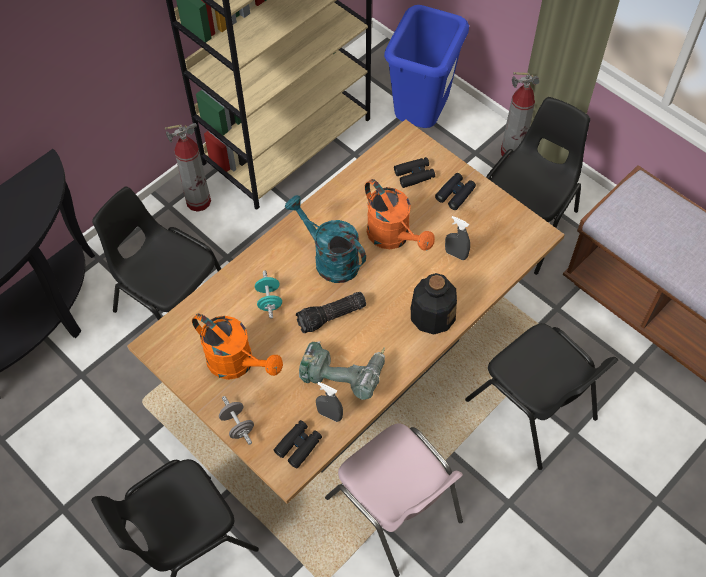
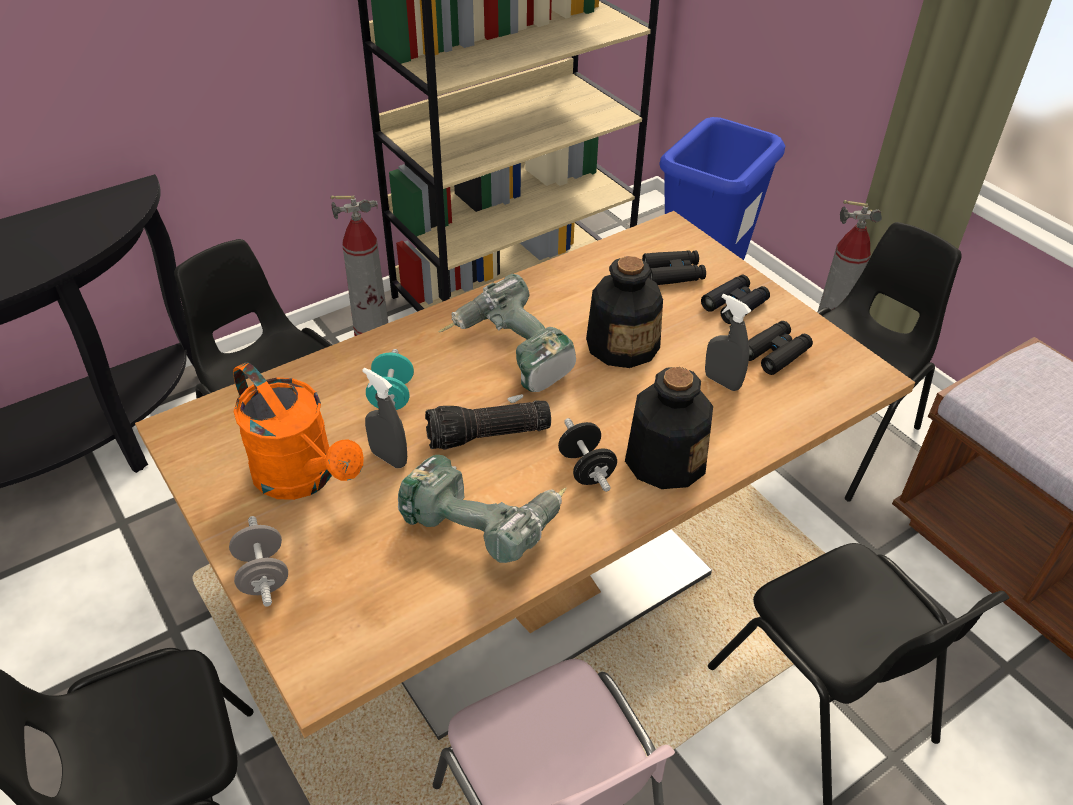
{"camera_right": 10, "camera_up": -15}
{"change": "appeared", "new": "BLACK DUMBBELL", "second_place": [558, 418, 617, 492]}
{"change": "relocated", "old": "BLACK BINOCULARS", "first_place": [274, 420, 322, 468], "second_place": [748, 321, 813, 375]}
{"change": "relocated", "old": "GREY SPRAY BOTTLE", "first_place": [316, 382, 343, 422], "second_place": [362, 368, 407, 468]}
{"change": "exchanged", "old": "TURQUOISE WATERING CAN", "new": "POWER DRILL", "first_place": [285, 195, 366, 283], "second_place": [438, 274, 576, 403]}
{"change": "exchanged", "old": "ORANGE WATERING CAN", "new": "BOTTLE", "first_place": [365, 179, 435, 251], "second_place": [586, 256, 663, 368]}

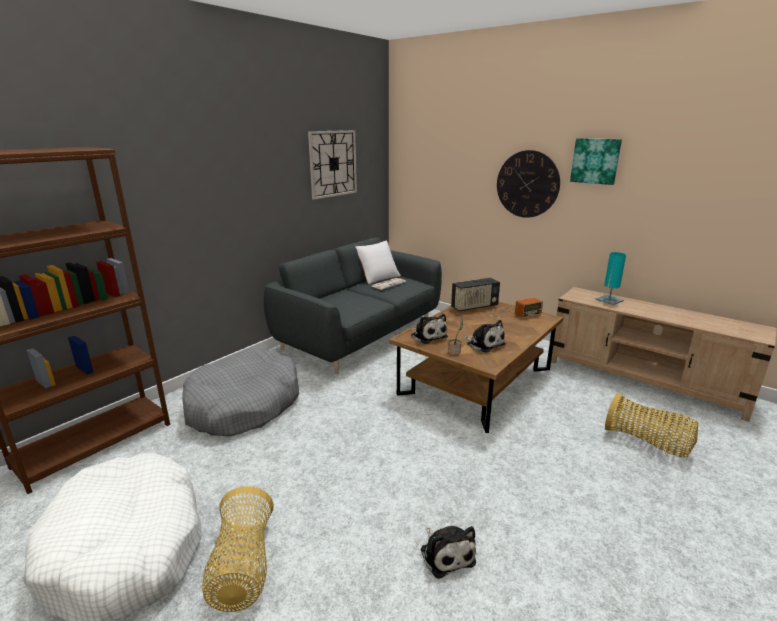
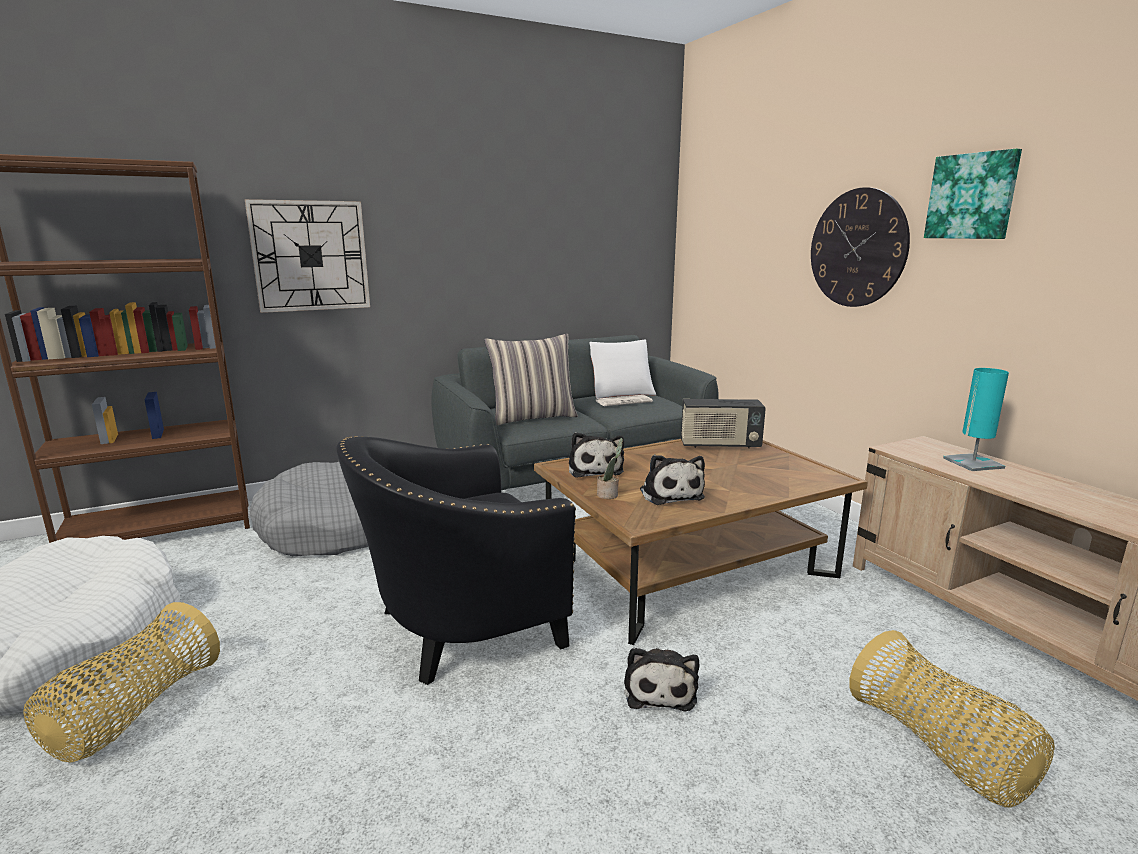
{"camera_right": 25, "camera_up": -5}
{"change": "missing", "old": "RADIO", "first_place": [488, 298, 543, 318]}
{"change": "appeared", "new": "BLACK ARMCHAIR", "second_place": [336, 436, 576, 685]}
{"change": "appeared", "new": "PILLOW", "second_place": [484, 334, 578, 425]}
{"change": "relocated", "old": "WALL CLOCK", "first_place": [308, 130, 357, 200], "second_place": [245, 199, 370, 313]}
{"change": "relocated", "old": "PLUSH TOY", "first_place": [421, 526, 476, 579], "second_place": [624, 647, 699, 712]}

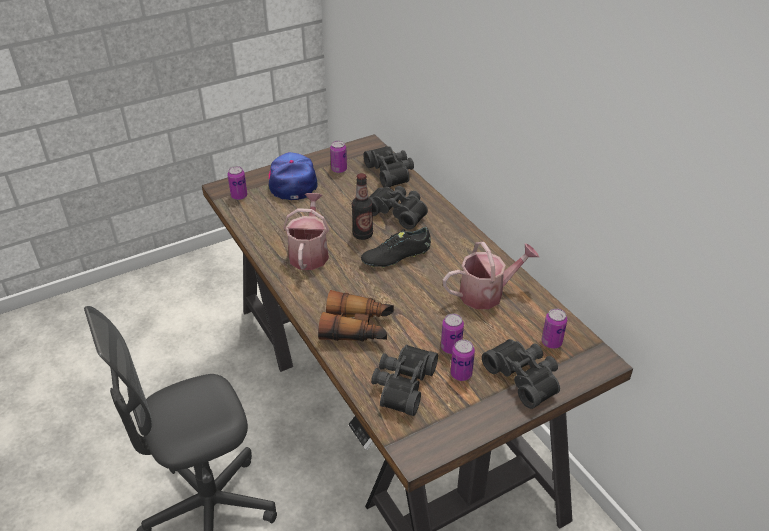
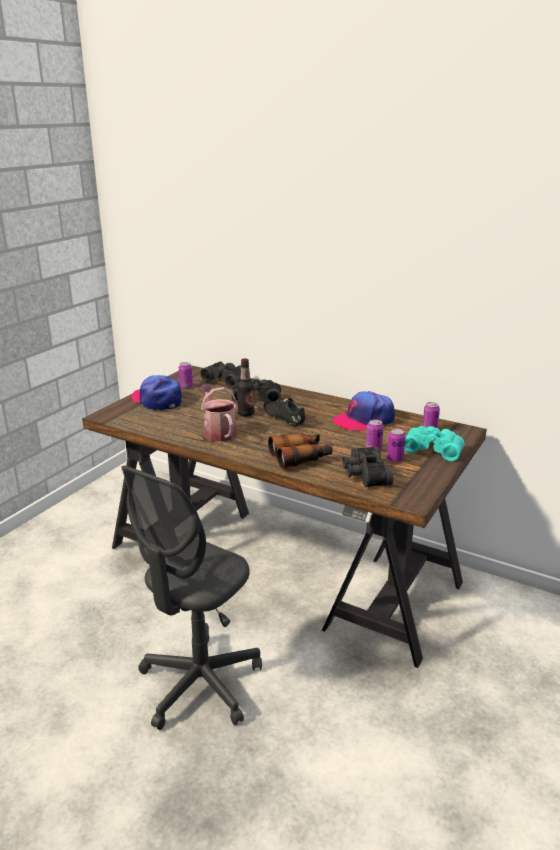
{"camera_right": -30, "camera_up": -15}
{"change": "missing", "old": "CAN", "first_place": [227, 166, 247, 200]}
{"change": "exchanged", "old": "WATERING CAN", "new": "CAP", "first_place": [443, 242, 539, 309], "second_place": [332, 391, 395, 431]}
{"change": "colour", "old": "BLACK BINOCULARS", "new": "TURQUOISE BINOCULARS", "first_place": [482, 339, 560, 409], "second_place": [404, 426, 464, 461]}
{"change": "spun", "old": "BLACK SHOE", "first_place": [361, 227, 431, 268], "second_place": [264, 398, 305, 427], "degrees": 105}

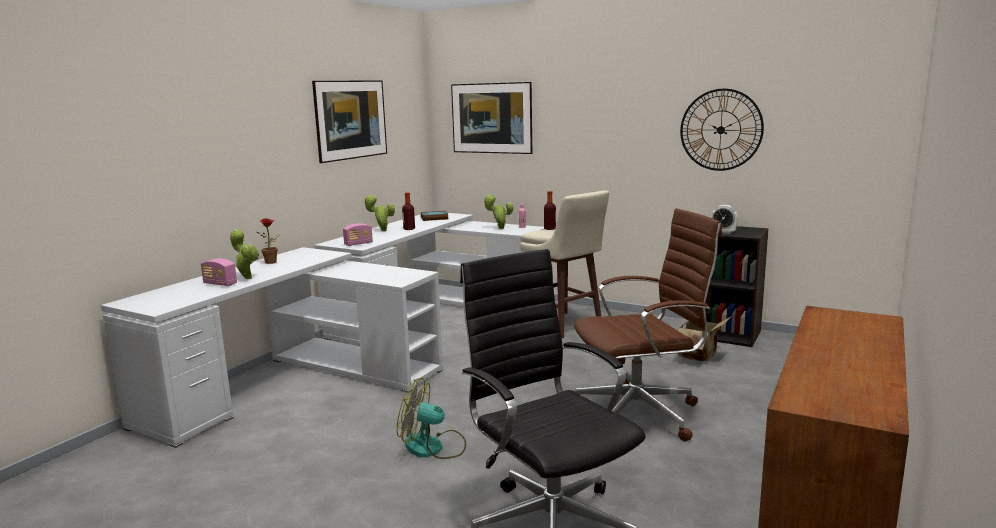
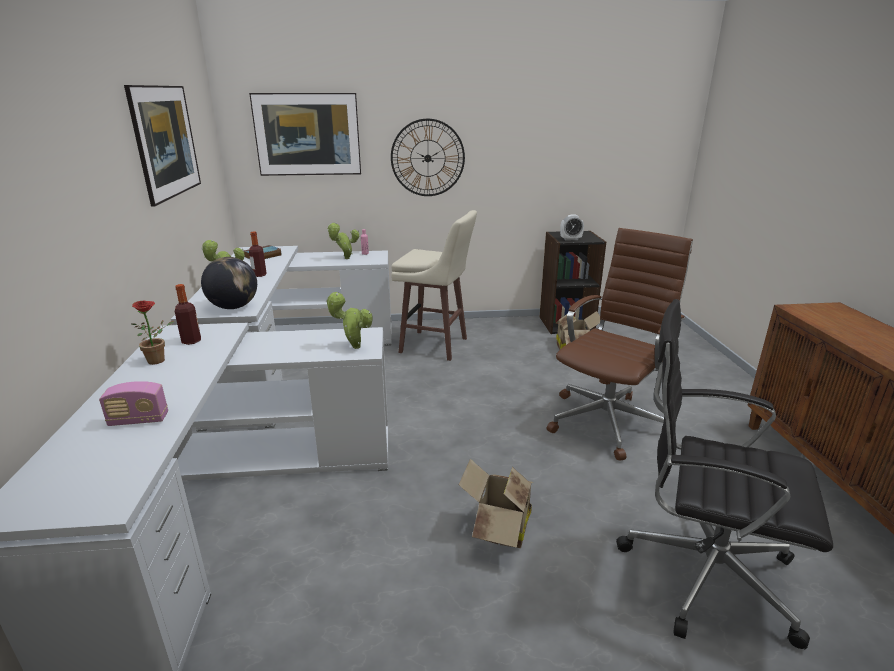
{"camera_right": -35, "camera_up": 10}
{"change": "relocated", "old": "POTTED PLANT", "first_place": [230, 229, 259, 279], "second_place": [326, 292, 373, 349]}
{"change": "relocated", "old": "BOTTLE", "first_place": [544, 191, 556, 230], "second_place": [175, 284, 201, 345]}
{"change": "relocated", "old": "WALL CLOCK", "first_place": [680, 88, 764, 171], "second_place": [391, 118, 465, 196]}
{"change": "exchanged", "old": "RADIO", "new": "GLOBE", "first_place": [343, 223, 373, 246], "second_place": [201, 257, 257, 309]}
{"change": "exchanged", "old": "FAN", "new": "CARDBOARD BOX", "first_place": [397, 378, 466, 459], "second_place": [459, 459, 533, 548]}

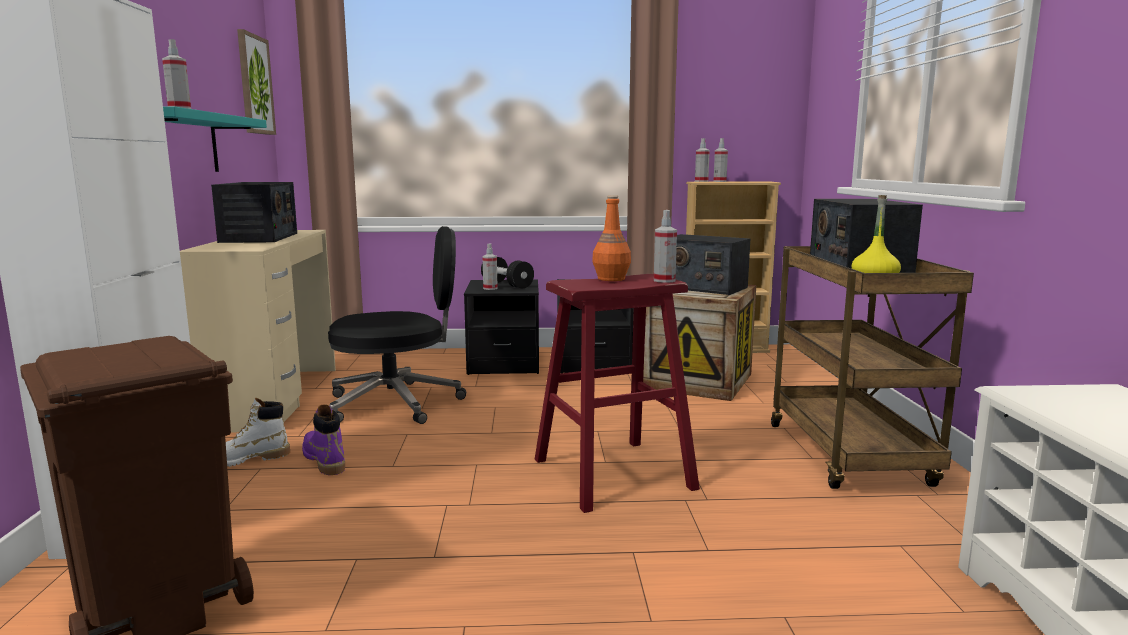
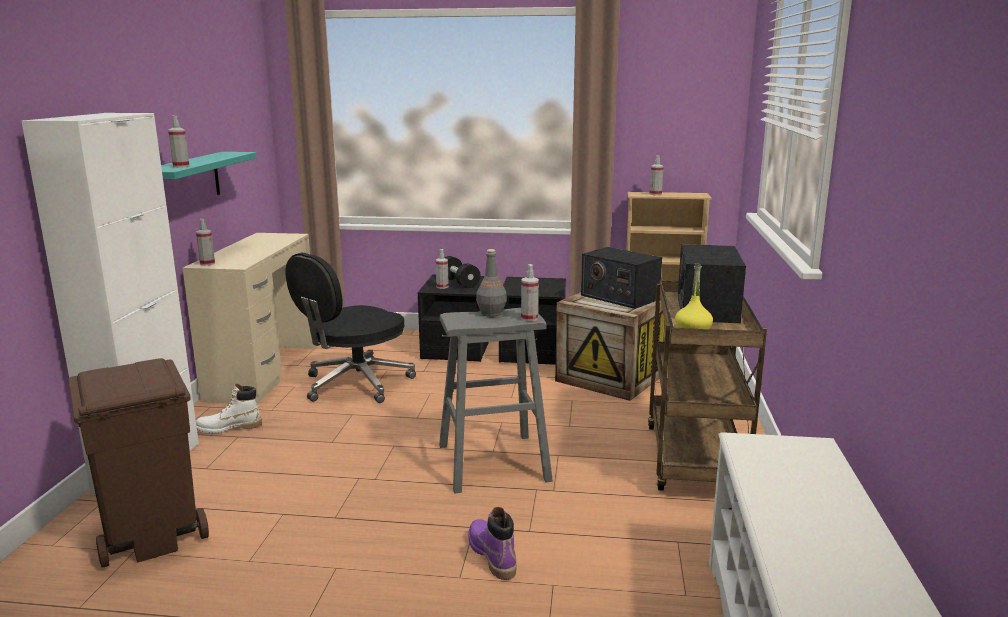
{"camera_right": 10, "camera_up": 5}
{"change": "missing", "old": "RADIO", "first_place": [211, 182, 297, 243]}
{"change": "missing", "old": "PICTURE", "first_place": [237, 29, 276, 135]}
{"change": "relocated", "old": "PURPLE BOOT", "first_place": [302, 404, 345, 475], "second_place": [468, 507, 517, 580]}
{"change": "relocated", "old": "SPRAY BOTTLE", "first_place": [695, 138, 710, 182], "second_place": [196, 219, 215, 266]}
{"change": "colour", "old": "RED STOOL", "new": "GREY STOOL", "first_place": [535, 274, 700, 513], "second_place": [439, 308, 553, 493]}
{"change": "colour", "old": "ORANGE BOTTLE", "new": "GREY BOTTLE", "first_place": [592, 195, 631, 281], "second_place": [476, 249, 507, 317]}
{"change": "spun", "old": "BLACK OFFICE CHAIR", "first_place": [328, 226, 466, 424], "second_place": [285, 253, 416, 403], "degrees": 135}

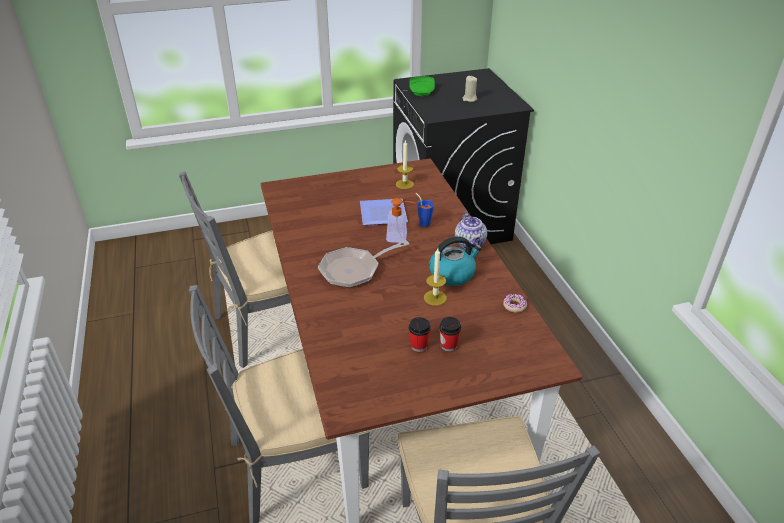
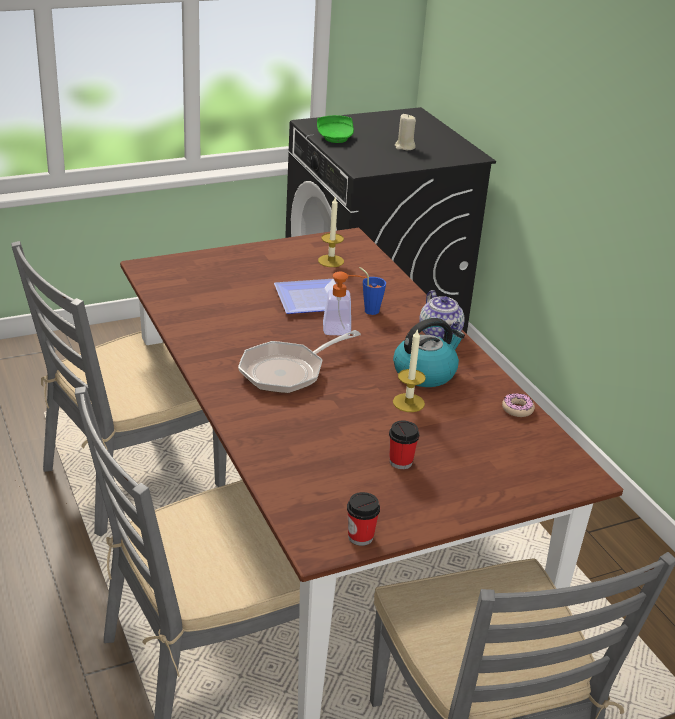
{"camera_right": -10, "camera_up": -5}
{"change": "relocated", "old": "CUP", "first_place": [439, 317, 461, 352], "second_place": [347, 492, 380, 546]}

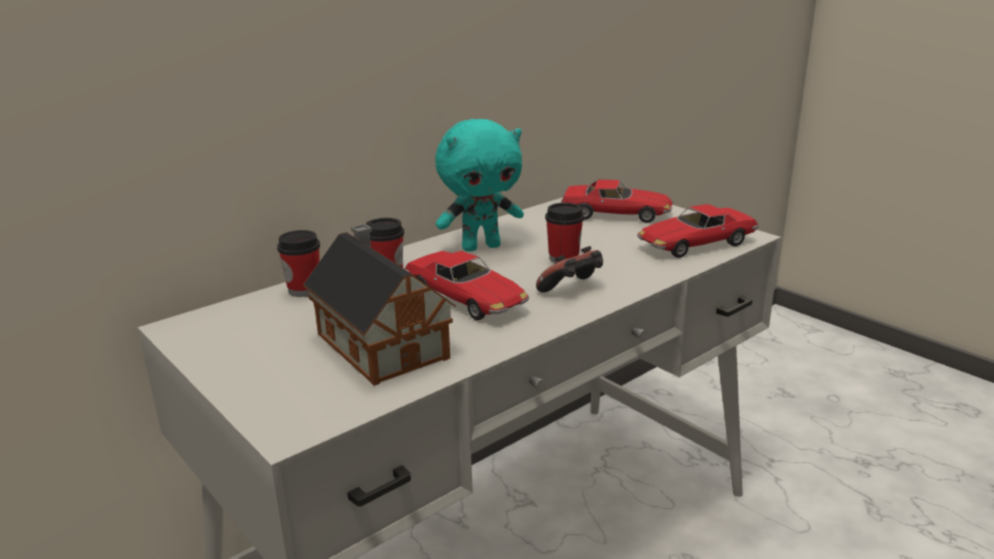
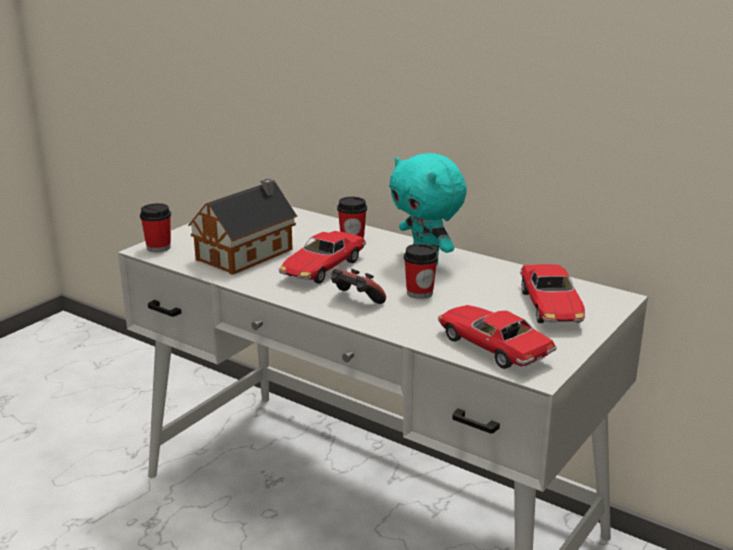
{"camera_right": 75, "camera_up": 0}
{"change": "relocated", "old": "CUP", "first_place": [277, 230, 320, 297], "second_place": [140, 203, 171, 252]}

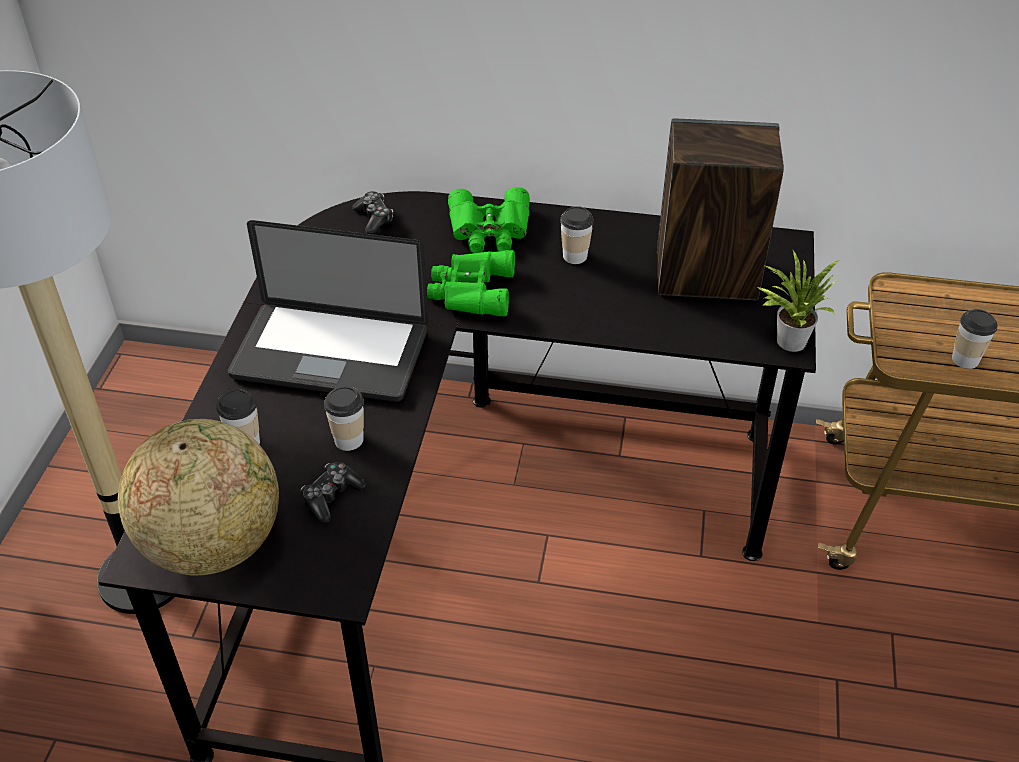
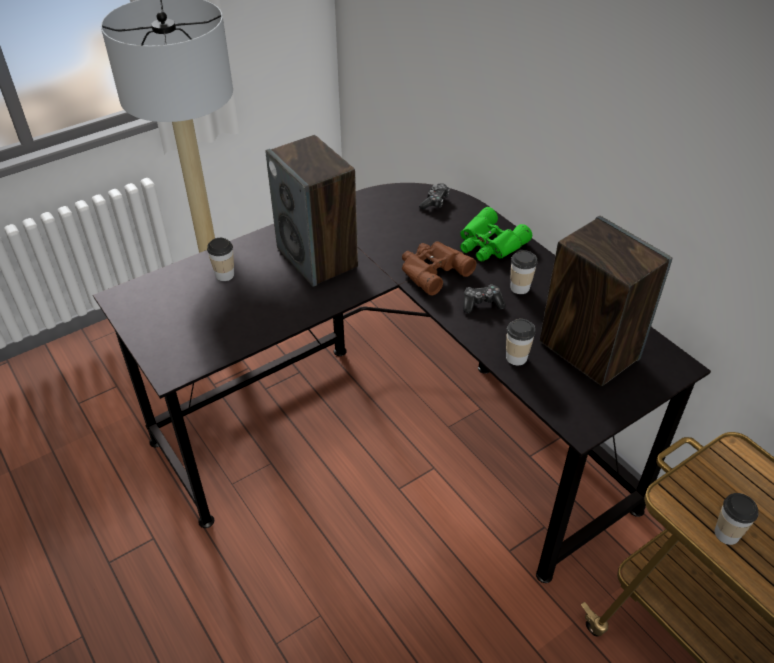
{"camera_right": 45, "camera_up": 0}
{"change": "missing", "old": "GLOBE", "first_place": [118, 419, 279, 576]}
{"change": "missing", "old": "POTTED PLANT", "first_place": [757, 251, 839, 352]}
{"change": "relocated", "old": "GAME CONTROLLER", "first_place": [300, 462, 366, 524], "second_place": [463, 285, 505, 313]}
{"change": "relocated", "old": "CUP", "first_place": [324, 386, 364, 451], "second_place": [506, 319, 536, 365]}
{"change": "exchanged", "old": "LAPTOP", "new": "SPEAKER", "first_place": [228, 220, 428, 402], "second_place": [265, 135, 358, 287]}
{"change": "colour", "old": "GREEN BINOCULARS", "new": "BROWN BINOCULARS", "first_place": [427, 250, 515, 316], "second_place": [402, 241, 477, 296]}

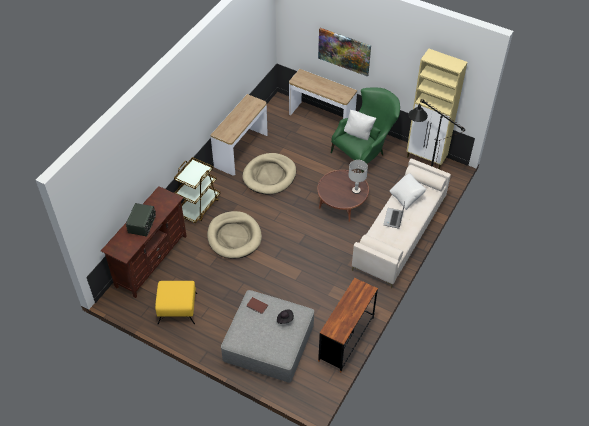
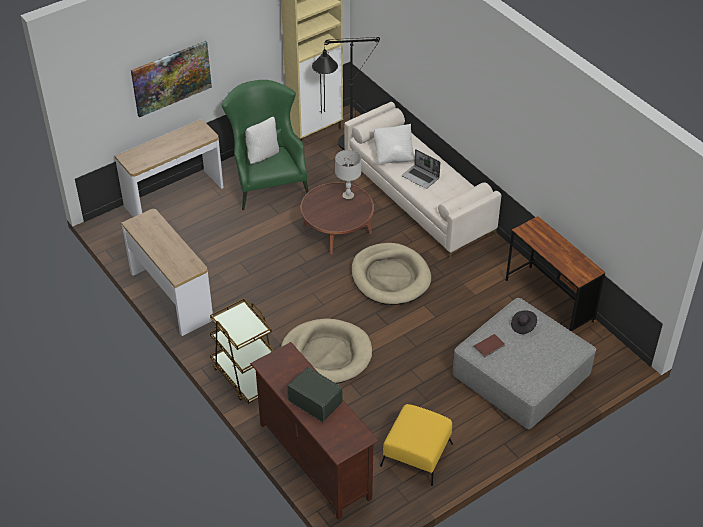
{"camera_right": -65, "camera_up": -5}
{"change": "relocated", "old": "BEIGE DOG BED", "first_place": [242, 153, 296, 194], "second_place": [351, 243, 431, 305]}

